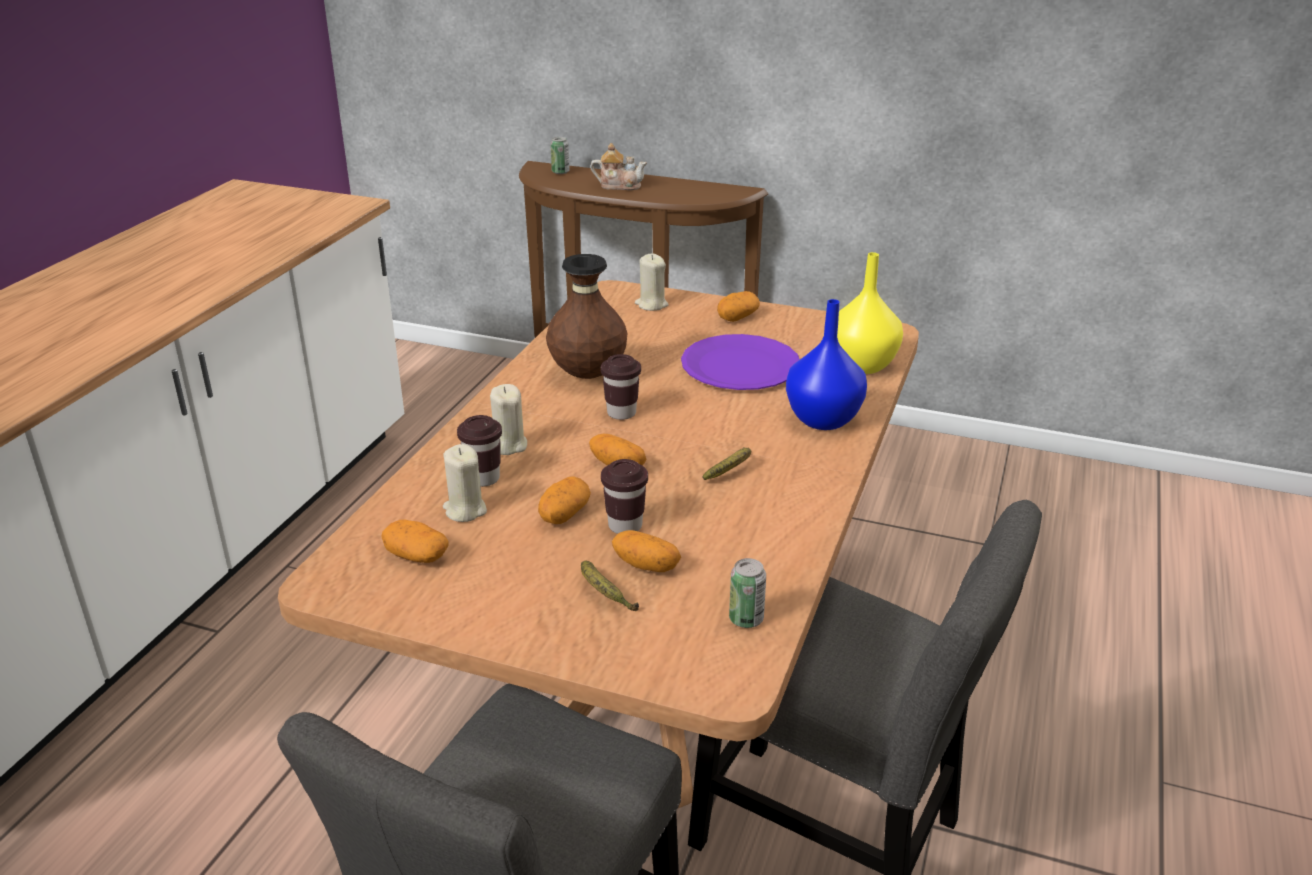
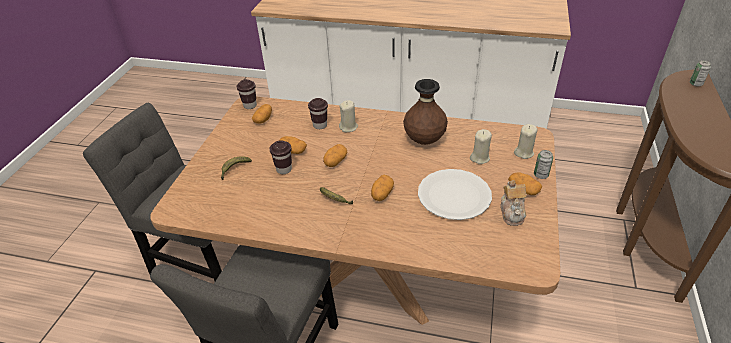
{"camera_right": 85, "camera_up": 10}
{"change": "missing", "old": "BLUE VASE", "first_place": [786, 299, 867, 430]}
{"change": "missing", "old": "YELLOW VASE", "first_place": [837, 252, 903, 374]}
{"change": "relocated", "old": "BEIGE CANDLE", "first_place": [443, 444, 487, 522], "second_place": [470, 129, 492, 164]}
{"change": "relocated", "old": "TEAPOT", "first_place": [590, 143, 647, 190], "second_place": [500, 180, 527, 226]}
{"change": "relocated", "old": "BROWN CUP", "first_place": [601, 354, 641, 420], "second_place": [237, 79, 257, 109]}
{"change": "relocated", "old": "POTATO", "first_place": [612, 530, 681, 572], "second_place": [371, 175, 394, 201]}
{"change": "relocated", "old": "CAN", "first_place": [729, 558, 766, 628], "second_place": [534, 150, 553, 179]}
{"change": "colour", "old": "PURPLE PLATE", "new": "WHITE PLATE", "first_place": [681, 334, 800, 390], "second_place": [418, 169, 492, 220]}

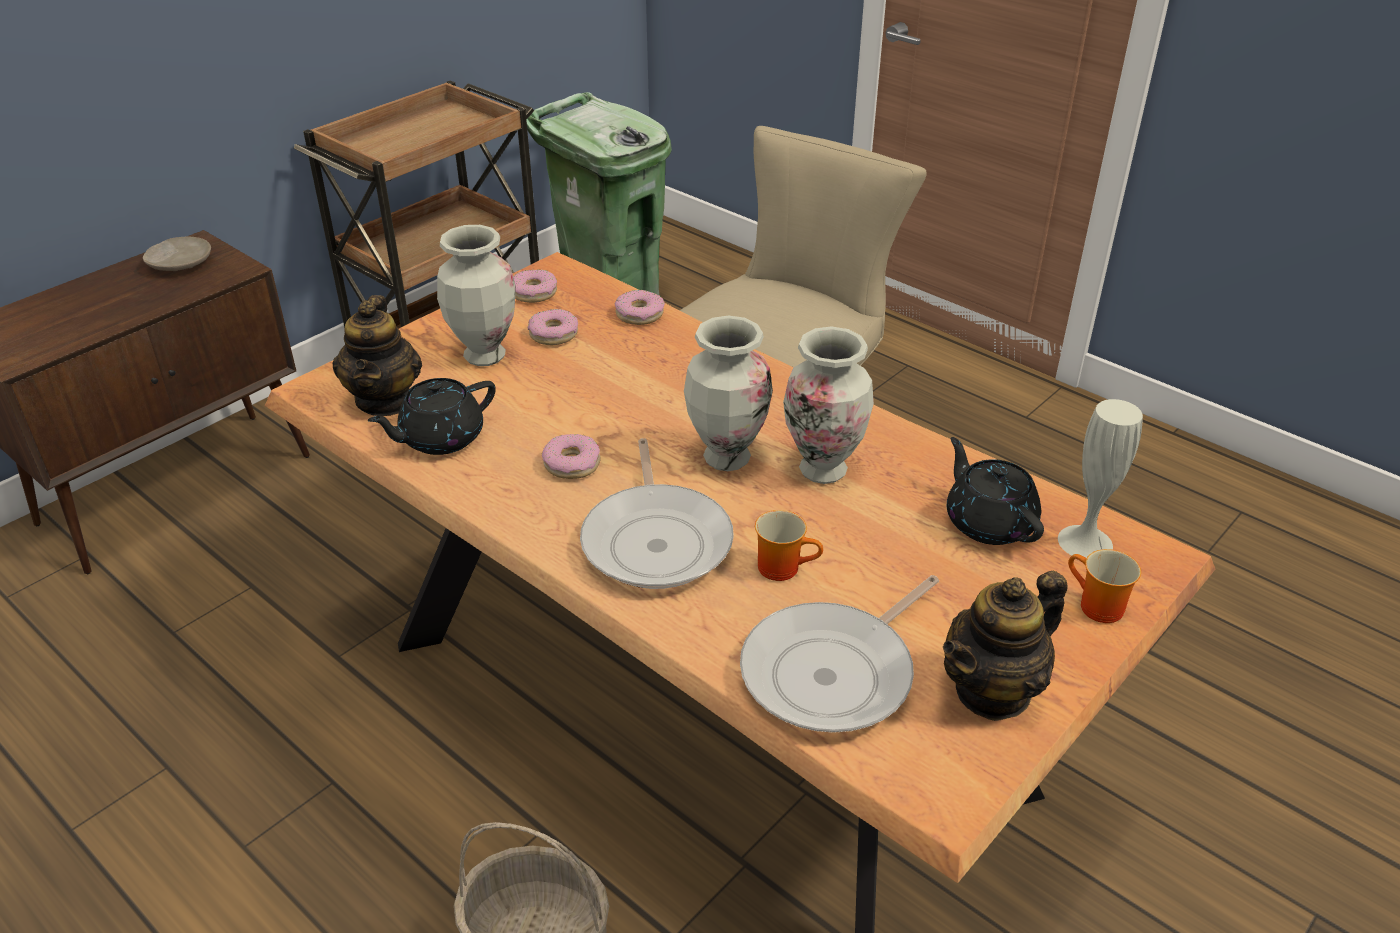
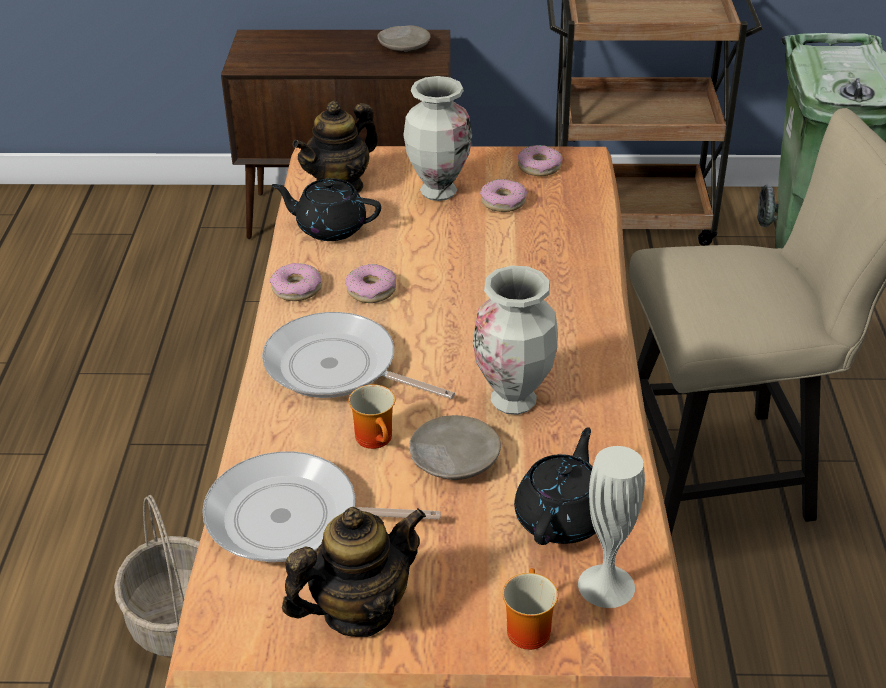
{"camera_right": 50, "camera_up": 0}
{"change": "missing", "old": "VASE", "first_place": [684, 315, 773, 471]}
{"change": "appeared", "new": "BEIGE PLATE", "second_place": [409, 415, 501, 480]}
{"change": "relocated", "old": "DONUT", "first_place": [615, 290, 665, 325], "second_place": [270, 263, 322, 301]}
{"change": "spun", "old": "FRYING PAN", "first_place": [580, 438, 734, 589], "second_place": [262, 312, 455, 399], "degrees": 75}
{"change": "spun", "old": "TEAPOT", "first_place": [943, 571, 1068, 721], "second_place": [282, 507, 426, 637], "degrees": 135}

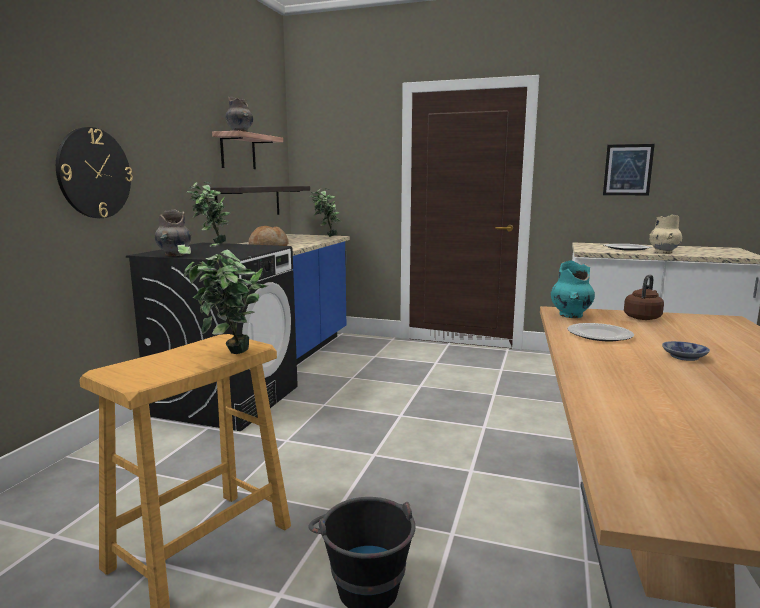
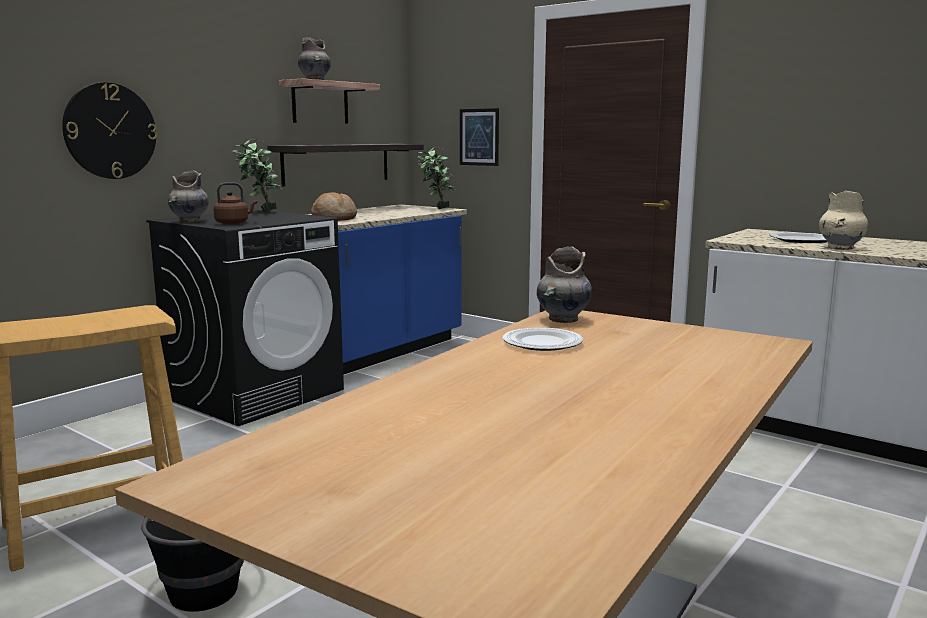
{"camera_right": 20, "camera_up": 0}
{"change": "missing", "old": "POTTED PLANT", "first_place": [178, 243, 268, 354]}
{"change": "missing", "old": "BOWL", "first_place": [662, 341, 710, 361]}
{"change": "relocated", "old": "PICTURE", "first_place": [603, 144, 655, 195], "second_place": [460, 108, 499, 166]}
{"change": "relocated", "old": "BROWN KETTLE", "first_place": [624, 275, 664, 320], "second_place": [213, 182, 257, 224]}
{"change": "colour", "old": "TURQUOISE VASE", "new": "GREY VASE", "first_place": [551, 260, 595, 318], "second_place": [537, 246, 592, 323]}

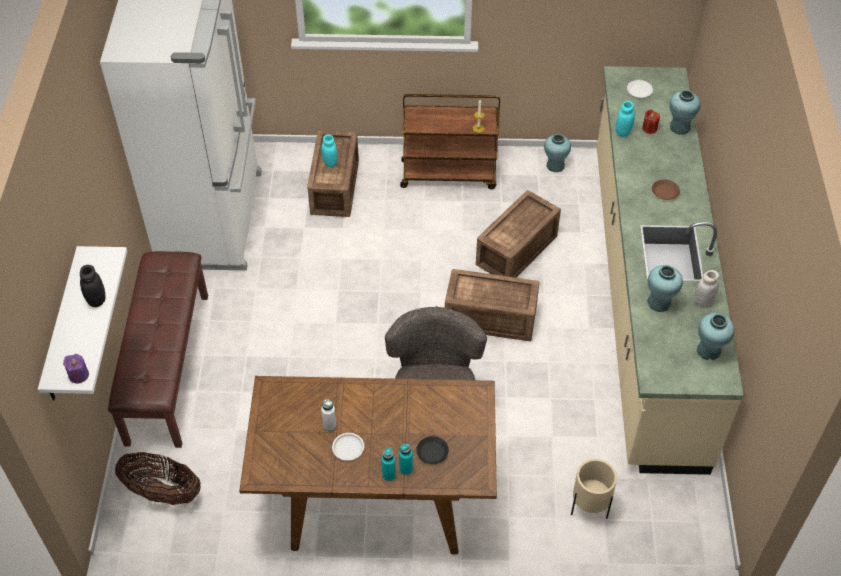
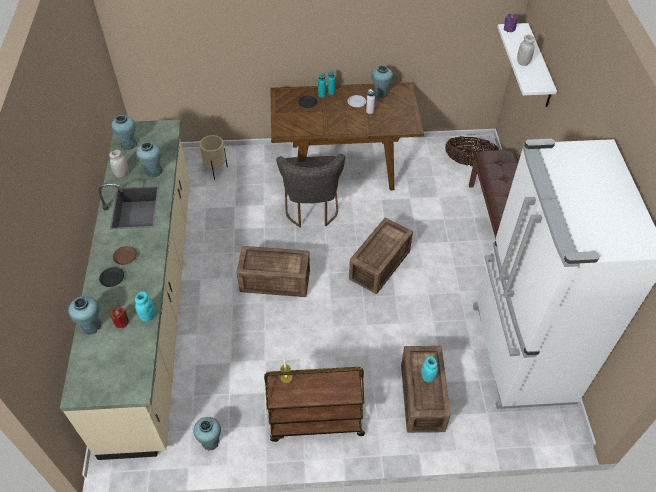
{"camera_right": 175, "camera_up": 0}
{"change": "missing", "old": "WHITE PLATE", "first_place": [627, 80, 653, 98]}
{"change": "appeared", "new": "BLACK PLATE", "second_place": [99, 267, 124, 287]}
{"change": "appeared", "new": "TURQUOISE VASE", "second_place": [371, 65, 393, 98]}
{"change": "relocated", "old": "CRATE", "first_place": [476, 190, 561, 278], "second_place": [349, 217, 413, 294]}
{"change": "colour", "old": "BLACK JAR", "new": "WHITE JAR", "first_place": [80, 265, 105, 307], "second_place": [517, 35, 535, 66]}

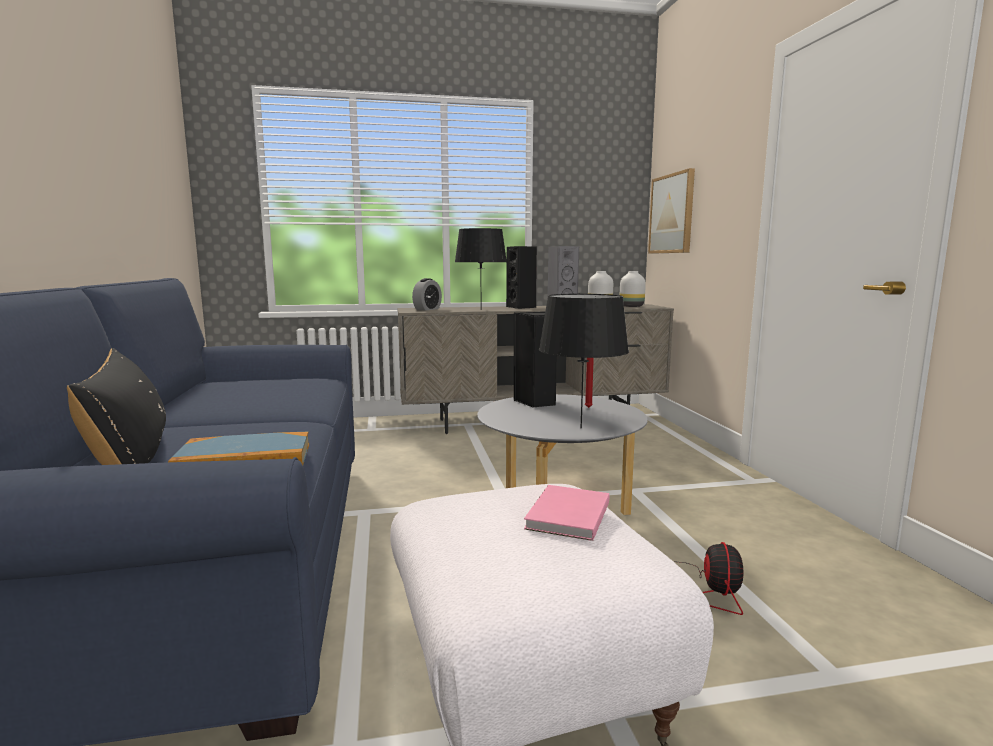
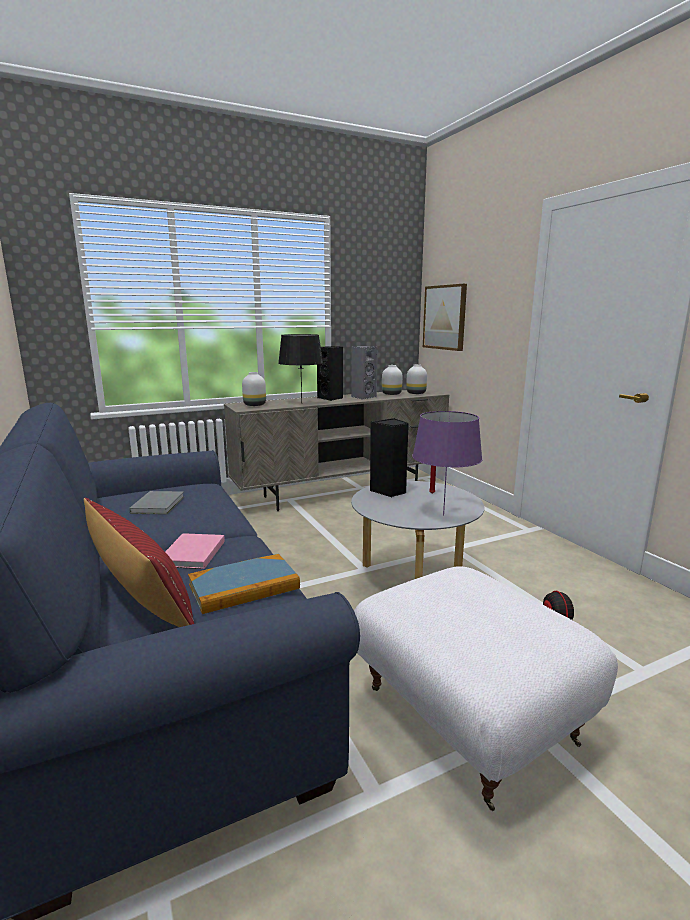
{"camera_right": -15, "camera_up": 5}
{"change": "appeared", "new": "GREY BOOK", "second_place": [129, 491, 184, 514]}
{"change": "relocated", "old": "PINK BOOK", "first_place": [524, 485, 609, 541], "second_place": [165, 533, 225, 569]}
{"change": "exchanged", "old": "ALARM CLOCK", "new": "WHITE VASE", "first_place": [412, 278, 442, 310], "second_place": [242, 372, 266, 406]}
{"change": "colour", "old": "BLACK PILLOW", "new": "RED PILLOW", "first_place": [67, 348, 166, 465], "second_place": [84, 498, 194, 627]}
{"change": "colour", "old": "BLACK TABLE LAMP", "new": "PURPLE TABLE LAMP", "first_place": [539, 294, 629, 428], "second_place": [412, 411, 482, 516]}

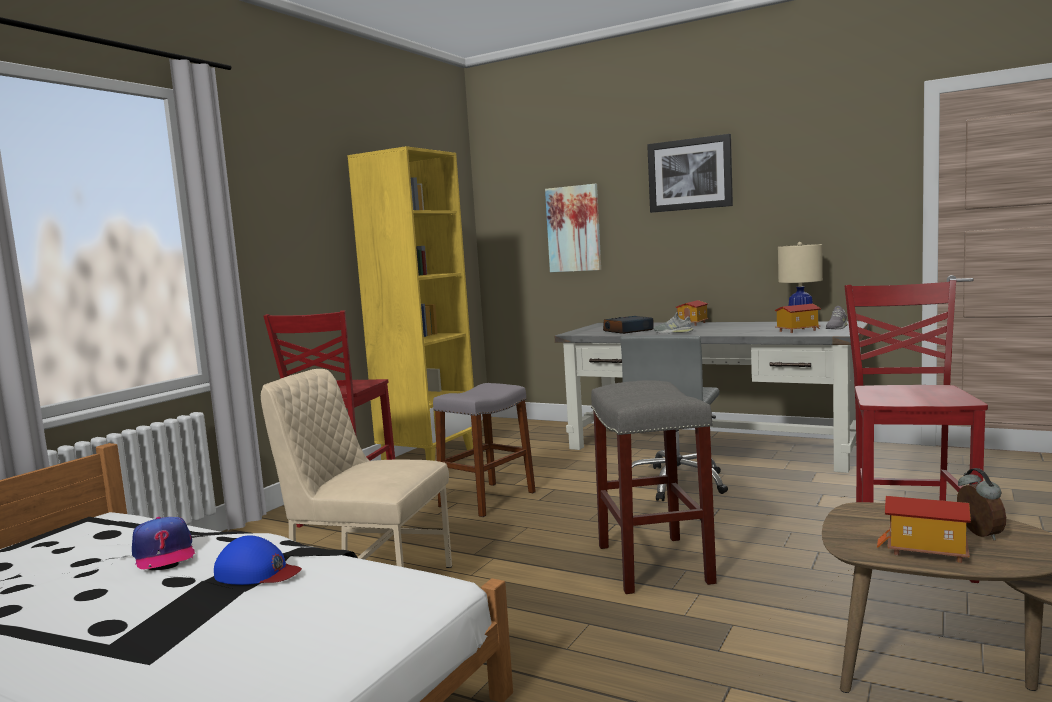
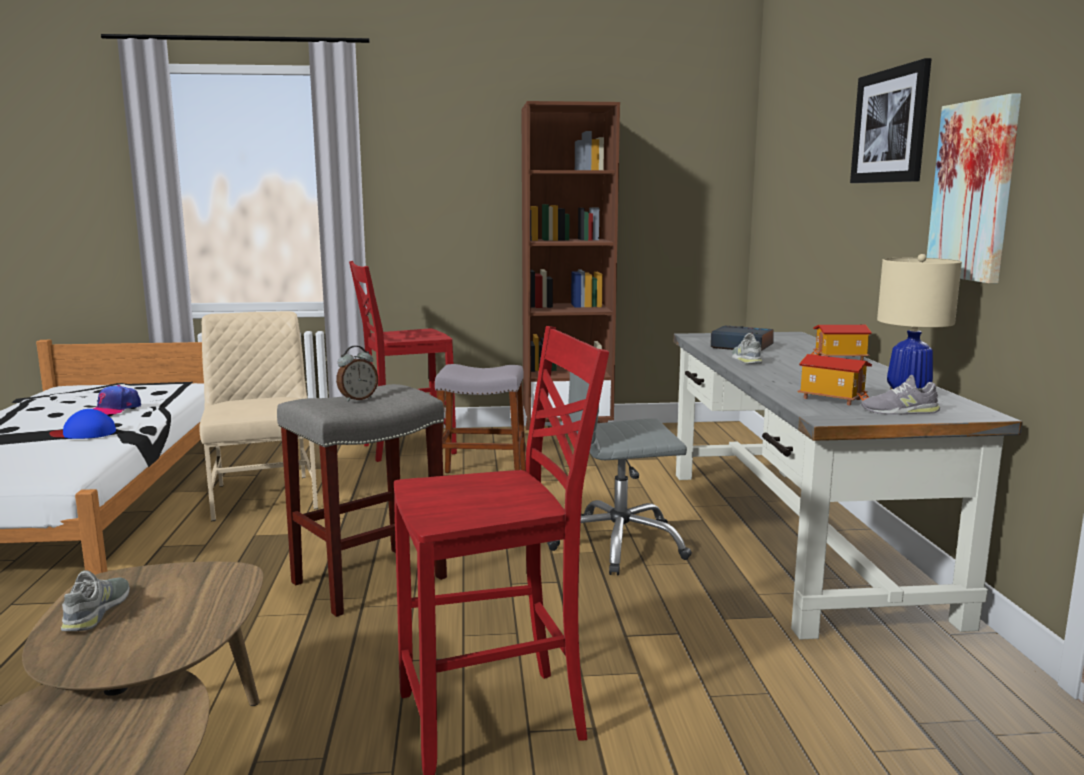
{"camera_right": 55, "camera_up": 5}
{"change": "relocated", "old": "PICTURE", "first_place": [545, 184, 601, 272], "second_place": [927, 93, 1021, 284]}
{"change": "relocated", "old": "ALARM CLOCK", "first_place": [957, 468, 1006, 540], "second_place": [336, 346, 378, 402]}
{"change": "exchanged", "old": "TOY HOUSE", "new": "GREY SHOE", "first_place": [877, 496, 971, 563], "second_place": [61, 570, 130, 631]}
{"change": "colour", "old": "YELLOW BOOKCASE", "new": "BROWN BOOKCASE", "first_place": [347, 146, 474, 461], "second_place": [521, 101, 620, 430]}
{"change": "spun", "old": "BLUE CAP", "first_place": [214, 536, 302, 585], "second_place": [49, 409, 116, 439], "degrees": 105}

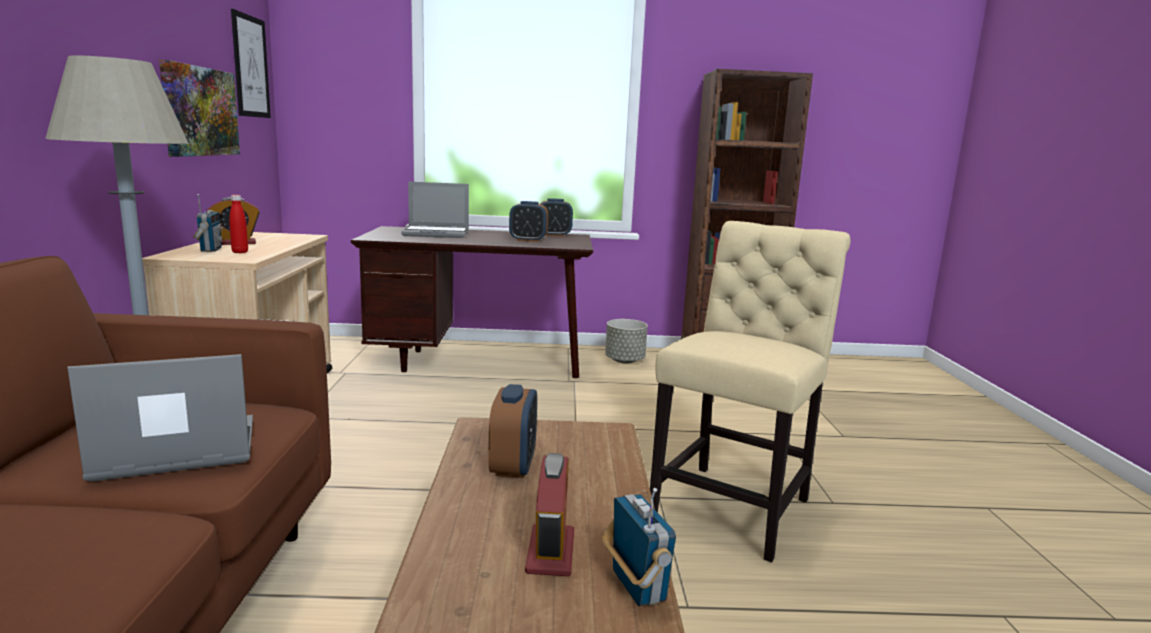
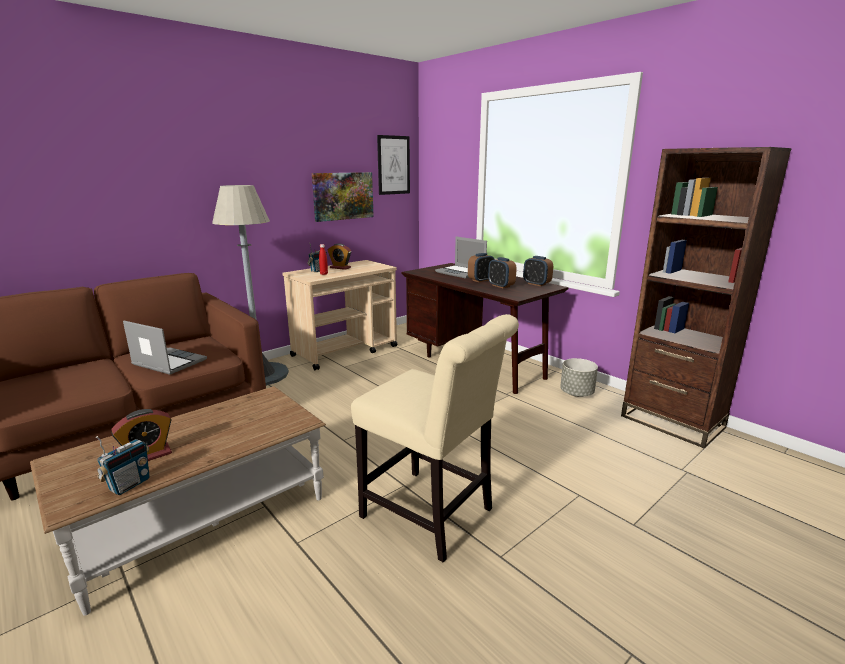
{"camera_right": 50, "camera_up": 5}
{"change": "relocated", "old": "ALARM CLOCK", "first_place": [488, 384, 537, 478], "second_place": [468, 253, 495, 282]}
{"change": "spun", "old": "BEIGE CHAIR", "first_place": [650, 221, 851, 562], "second_place": [351, 314, 519, 562], "degrees": 45}

